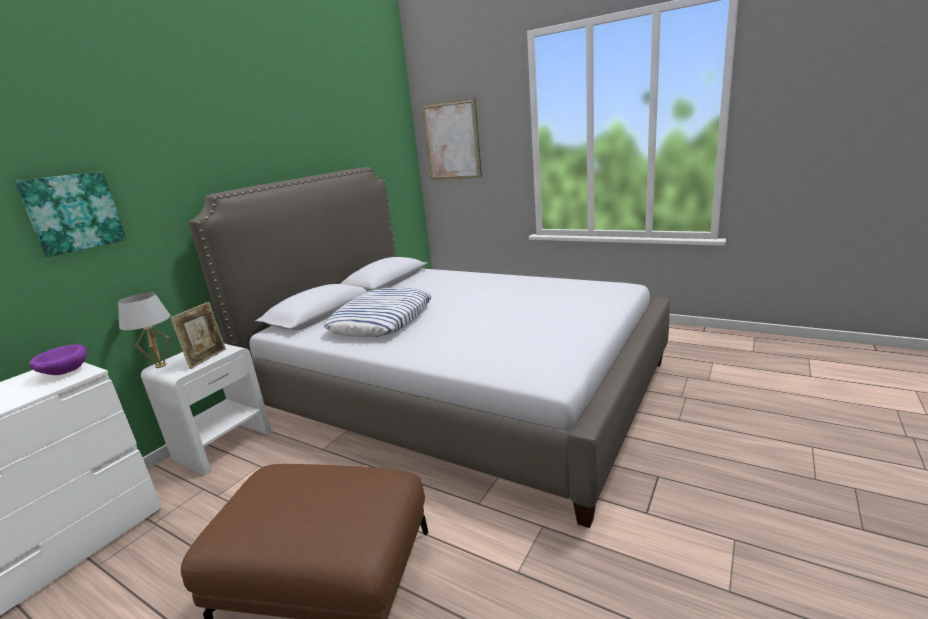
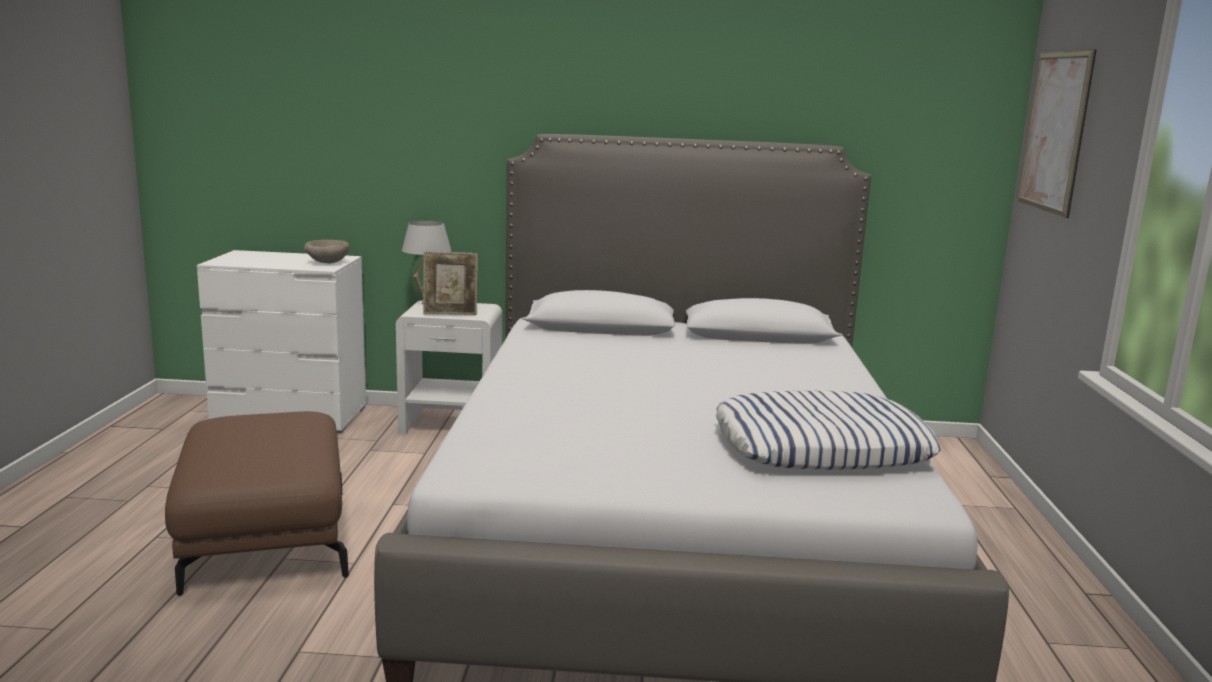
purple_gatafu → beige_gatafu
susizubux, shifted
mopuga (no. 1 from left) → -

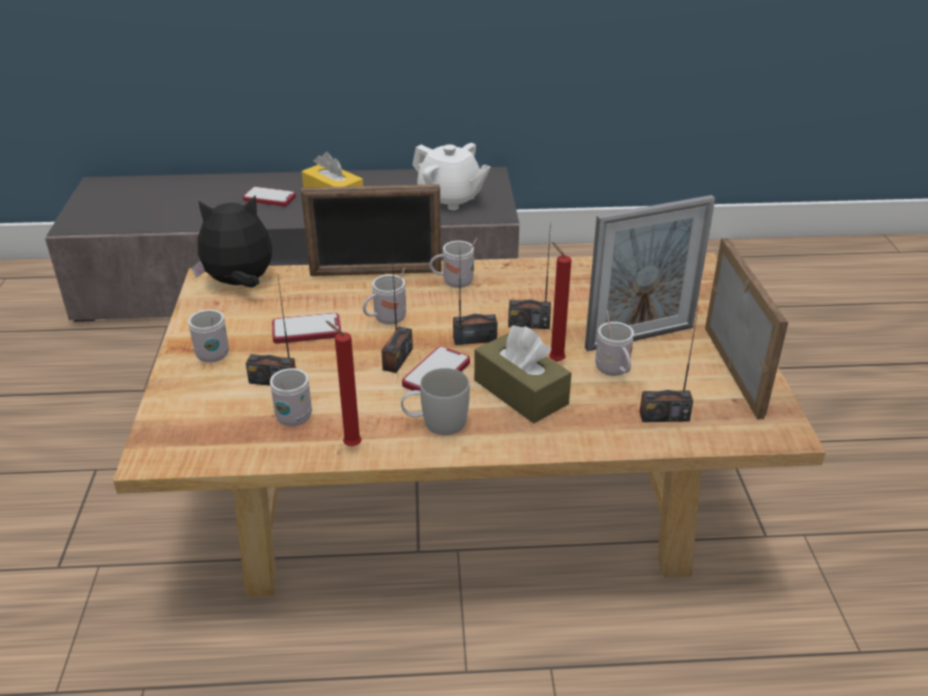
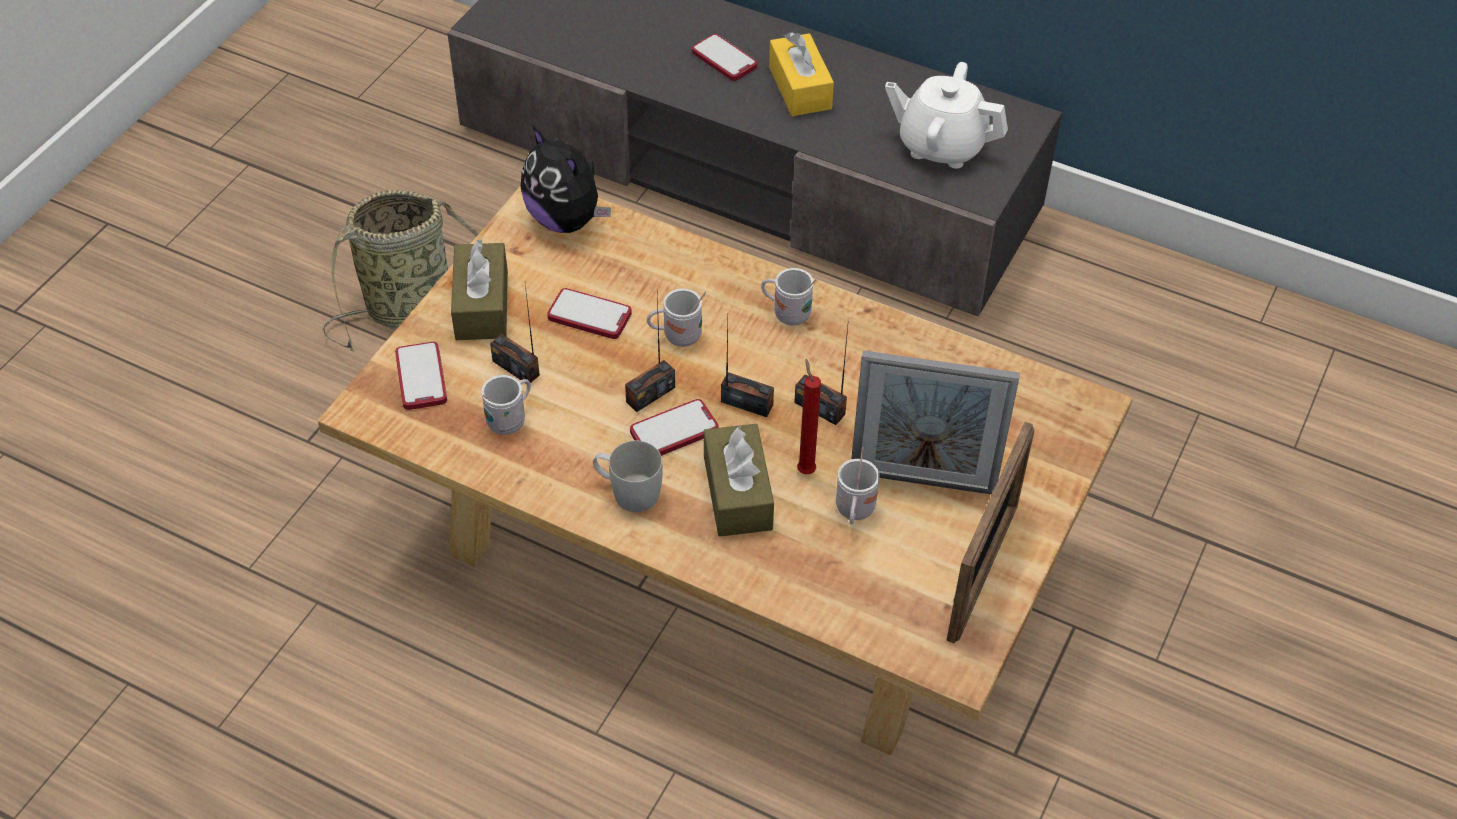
- → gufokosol
- → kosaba (no. 1 from left)
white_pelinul (no. 1 from left) → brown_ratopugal (no. 1 from left)
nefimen, 150 degrees counterclockwise
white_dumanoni, 135 degrees clockwise
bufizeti (no. 1 from left) → -
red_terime (no. 1 from left) → -
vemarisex (no. 5 from left) → -

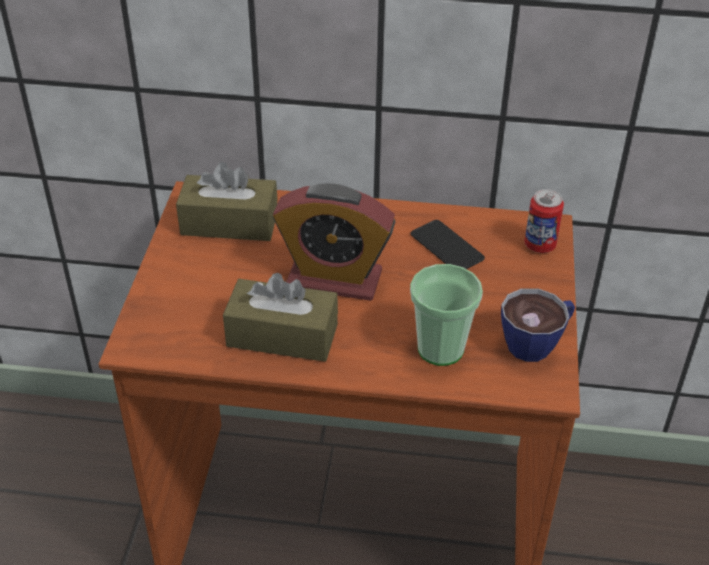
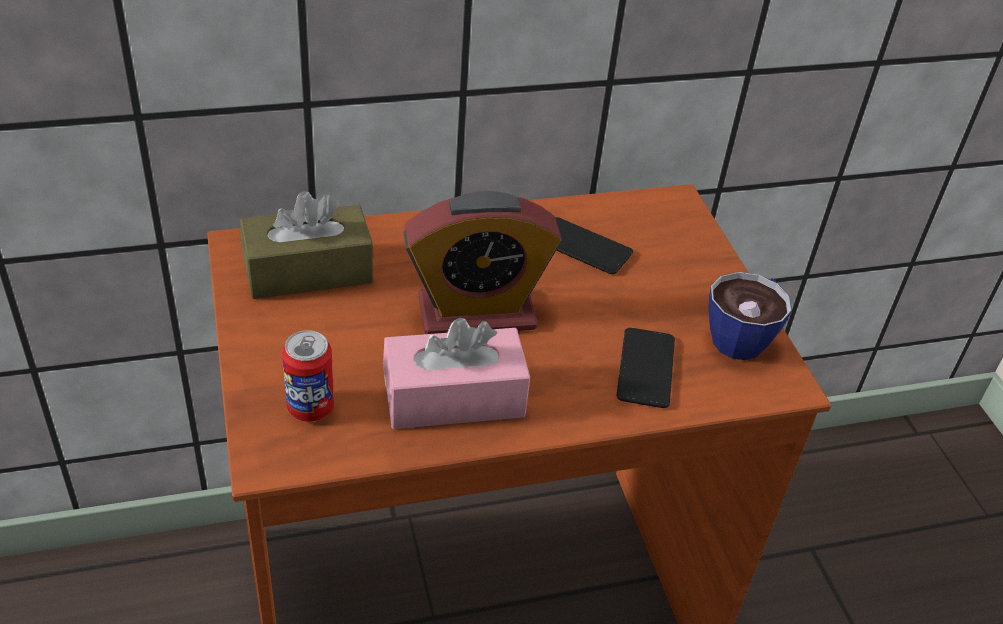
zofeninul, shifted
brown_ratopugal (no. 2 from left) → pink_ratopugal
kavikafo (no. 1 from left) → kosaba (no. 2 from left)

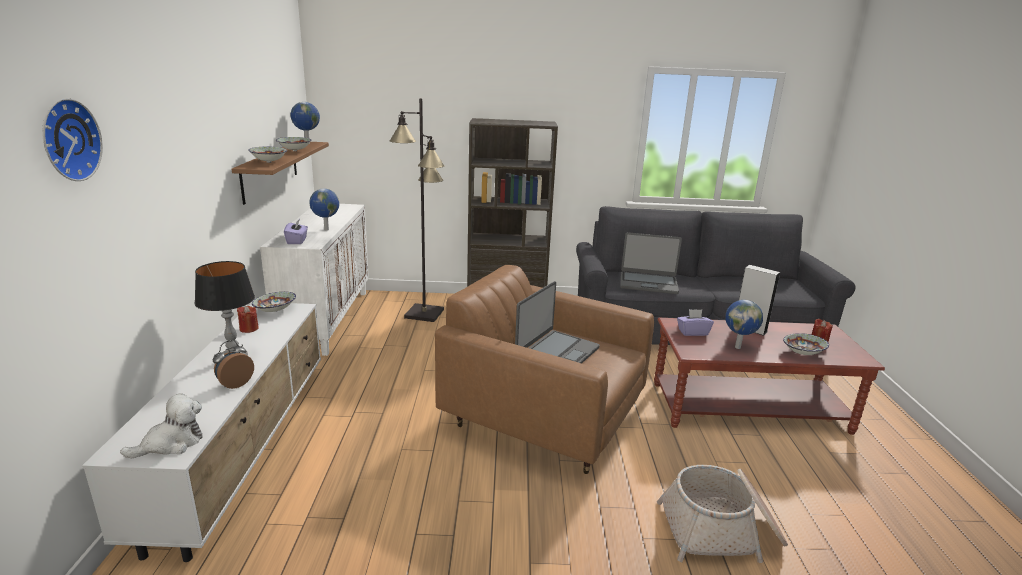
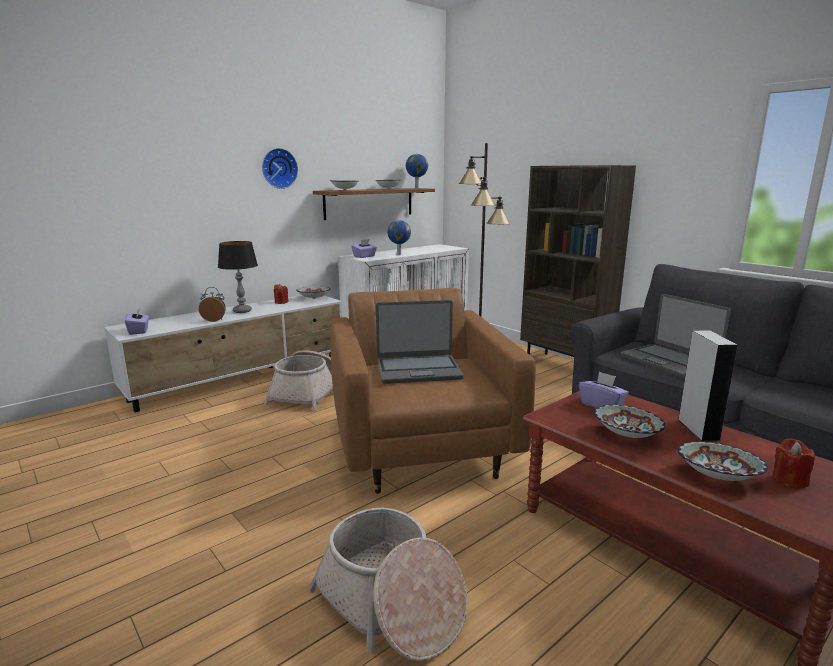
nefimen → purple_ratopugal (no. 1 from left)
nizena, shifted
- → gufokosol (no. 1 from left)
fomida (no. 3 from left) → gatafu (no. 4 from left)

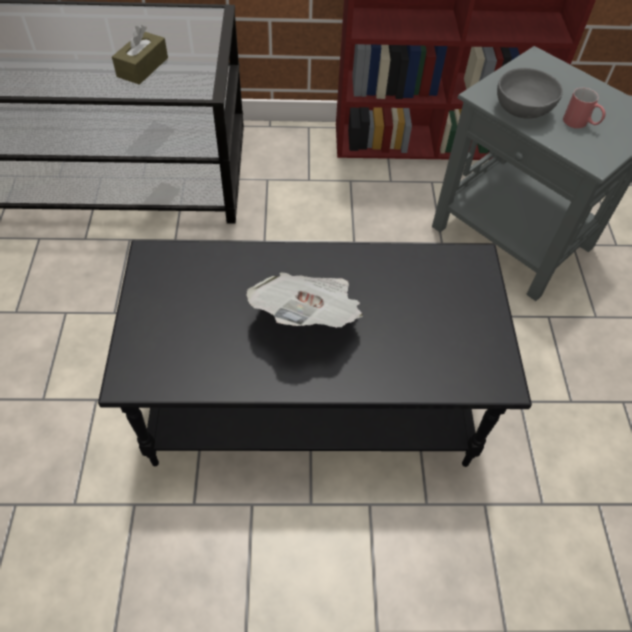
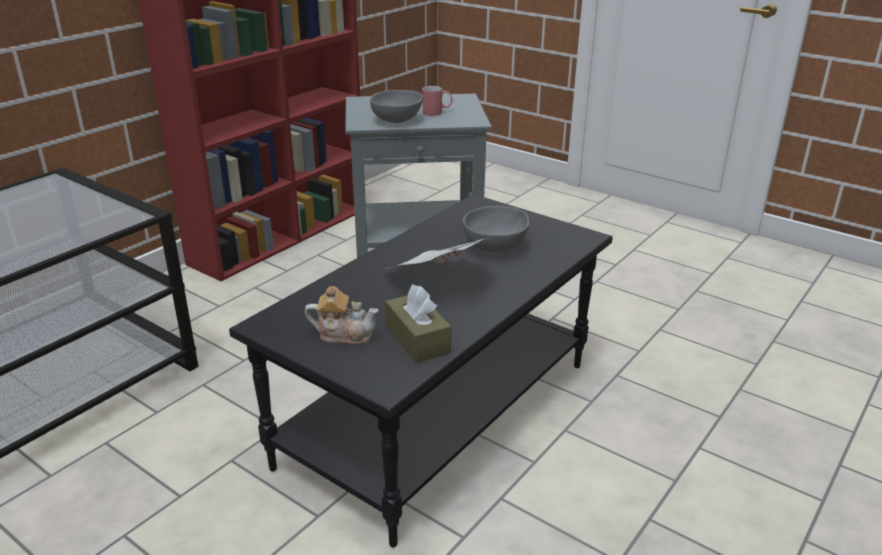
- → dumanoni
brown_ratopugal, shifted
- → grey_gatafu (no. 2 from left)

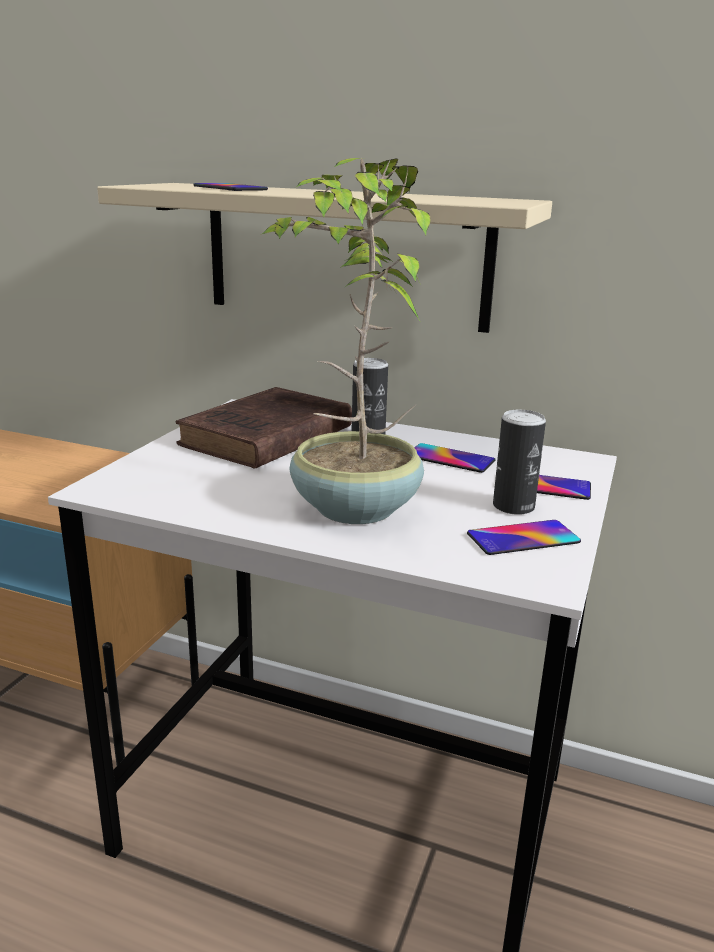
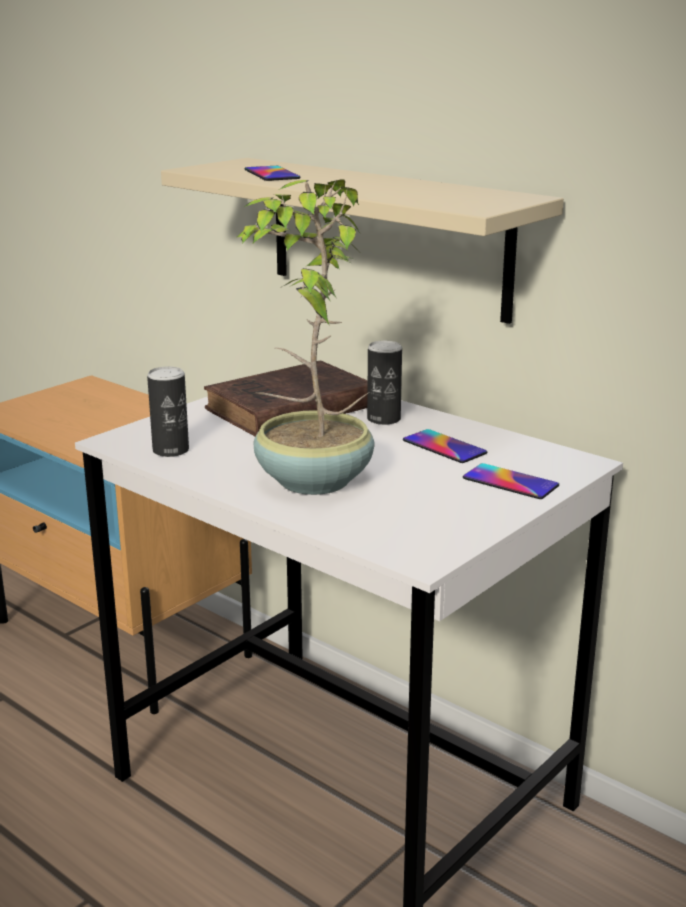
zofeninul (no. 2 from left in the first image) → zofeninul (no. 1 from left), shifted
kosaba (no. 3 from left) → -

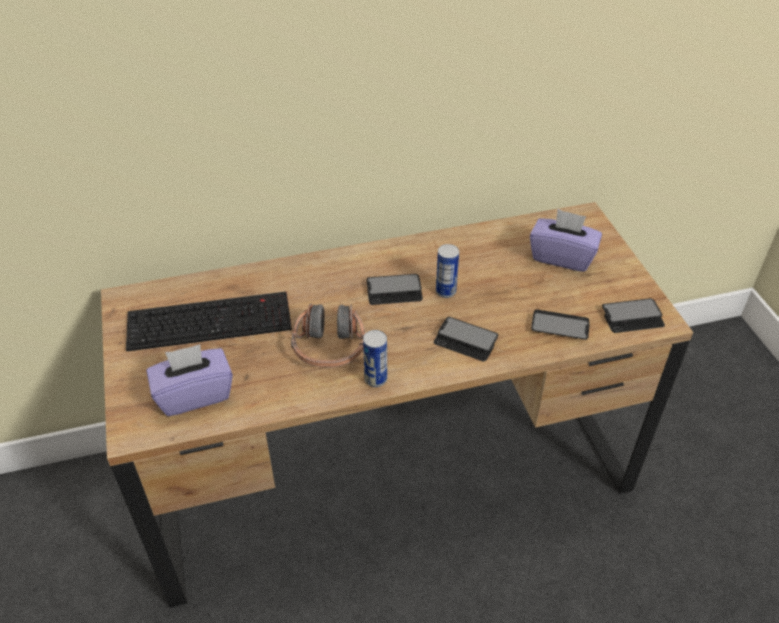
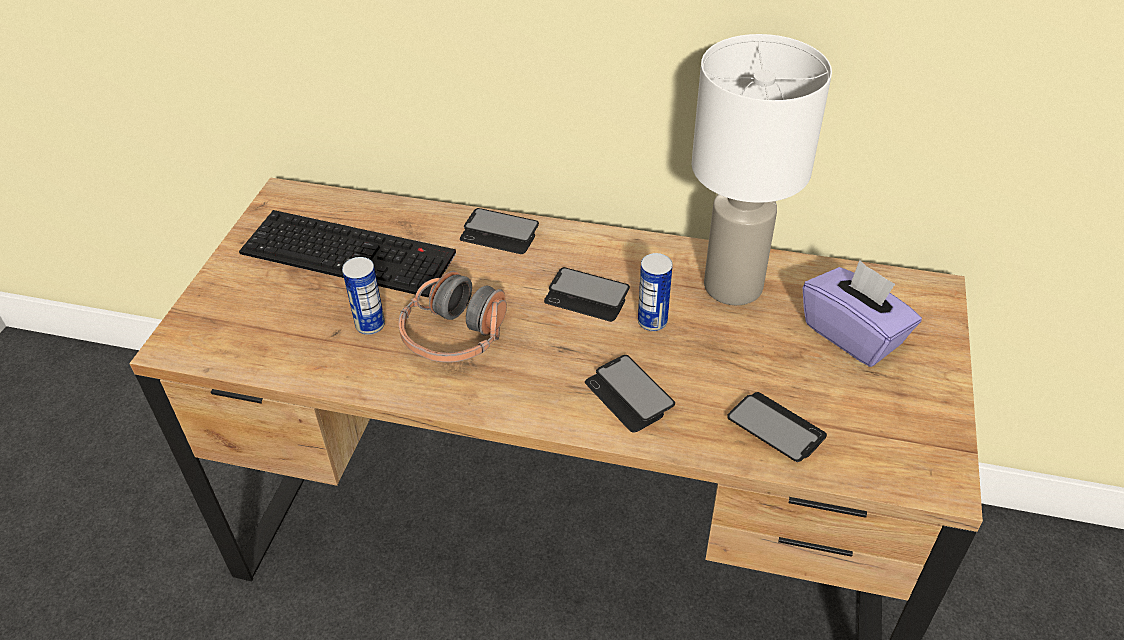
zofeninul (no. 1 from left), shifted
kosaba (no. 4 from left in the first image) → kosaba (no. 1 from left), shifted
- → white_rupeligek
purple_ratopugal (no. 1 from left) → -

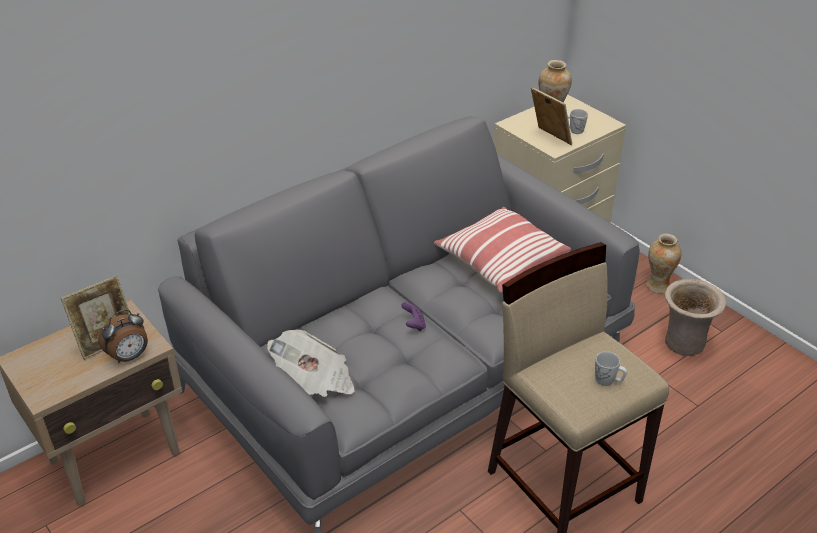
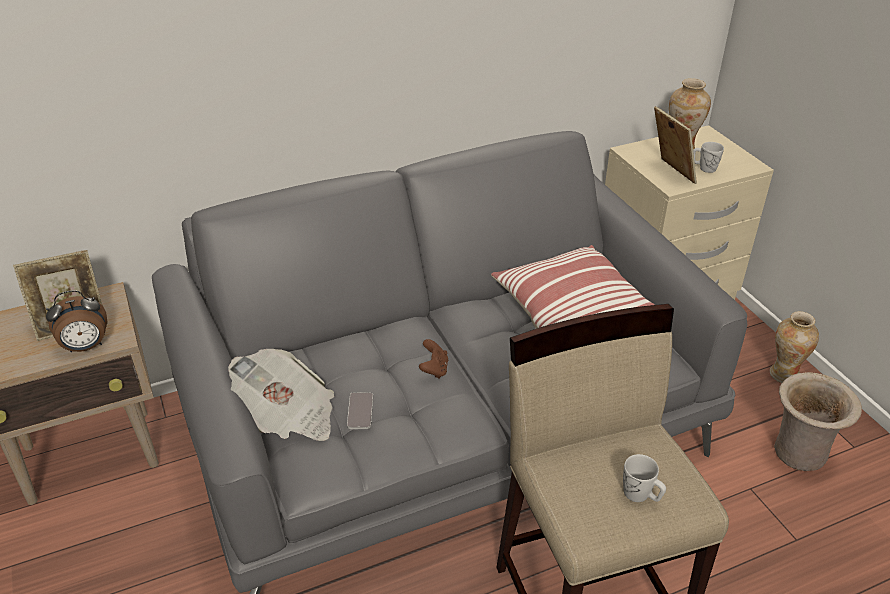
- → kosaba
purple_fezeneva → brown_fezeneva

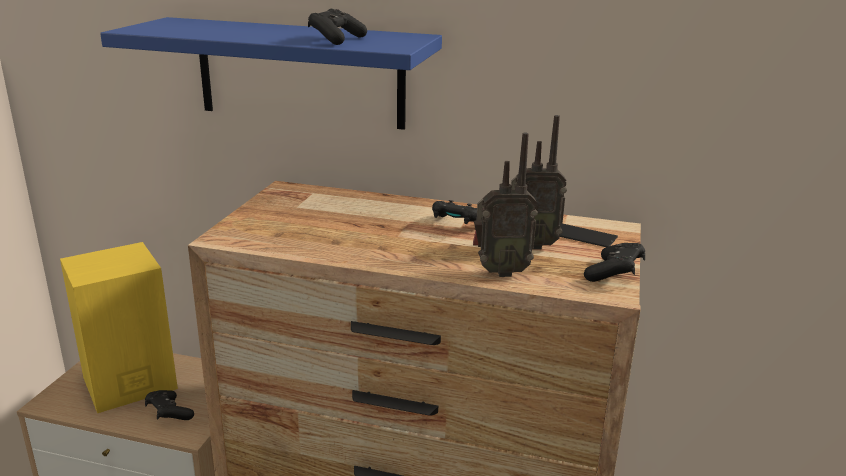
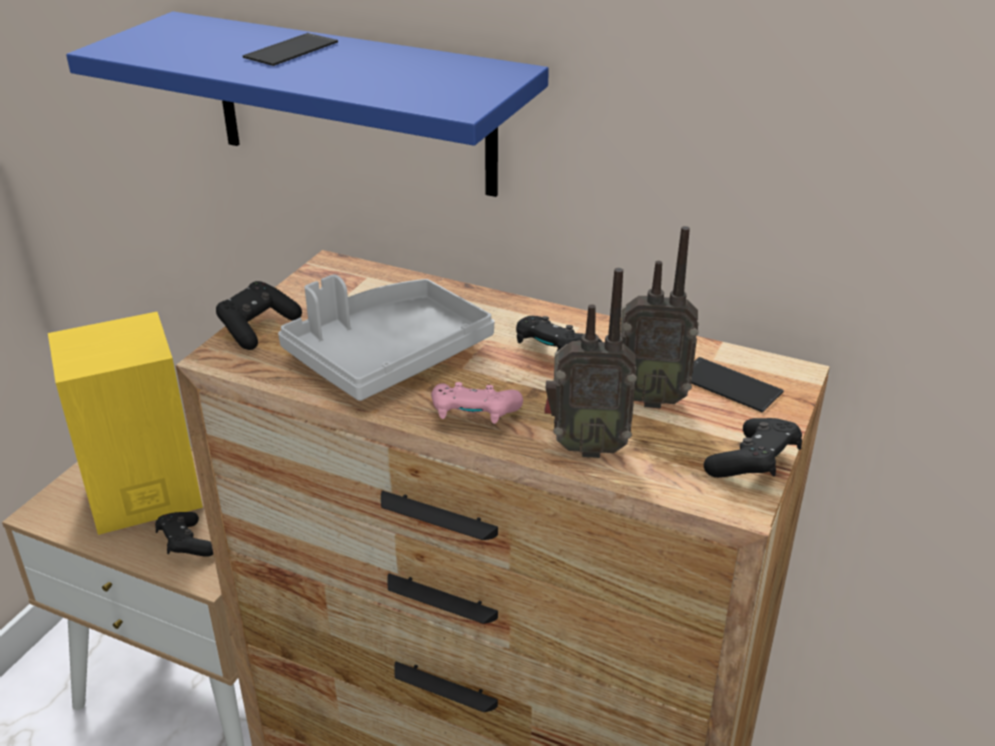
black_fezeneva (no. 2 from left), shifted
- → kosaba (no. 1 from left)
- → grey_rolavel
- → pink_fezeneva

